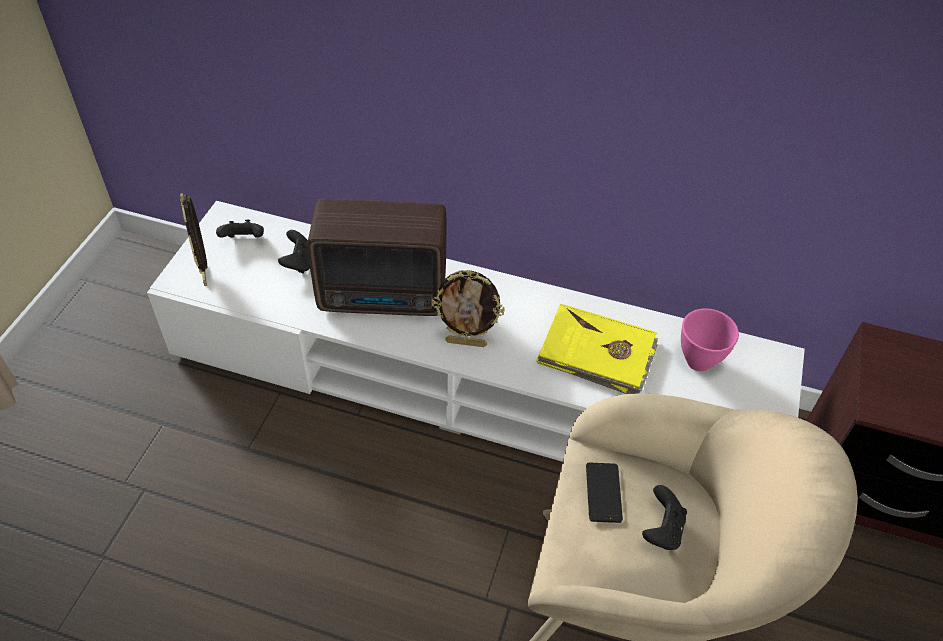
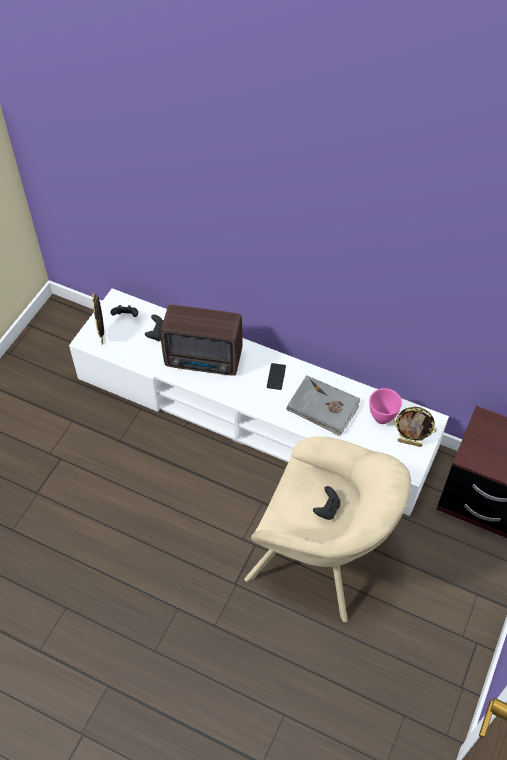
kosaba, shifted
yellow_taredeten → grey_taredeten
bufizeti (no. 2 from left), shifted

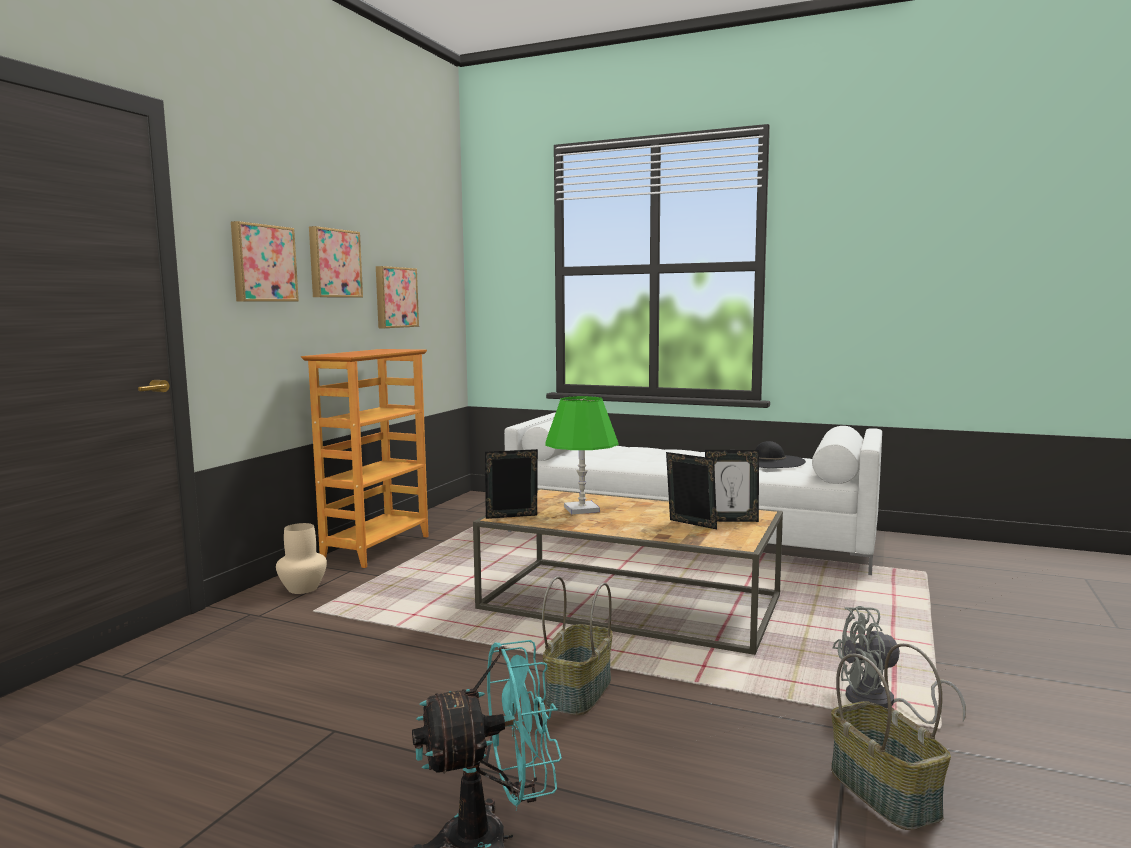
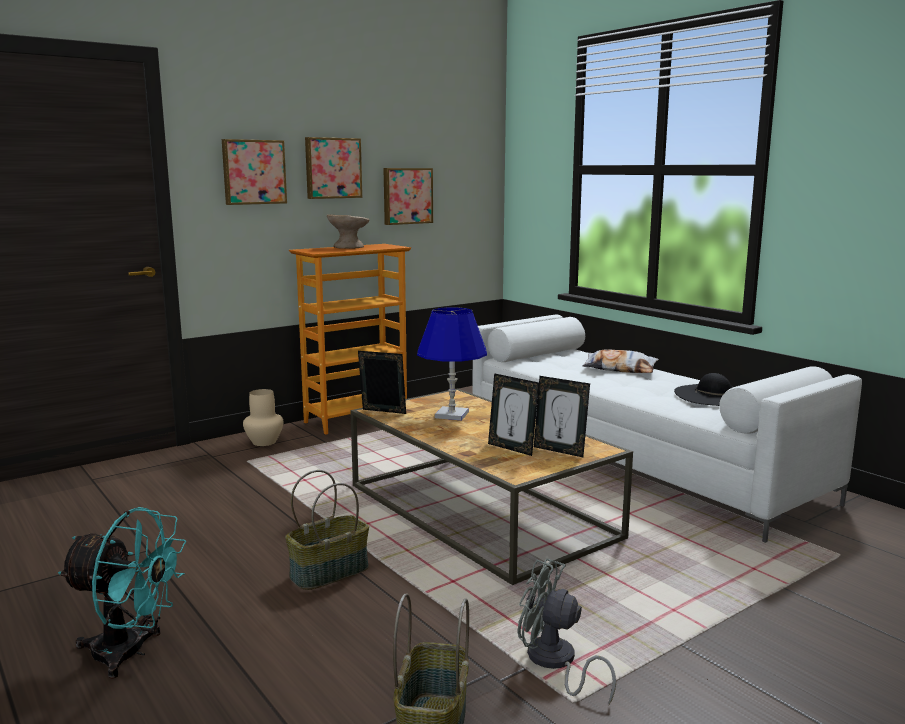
- → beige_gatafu
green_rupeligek → blue_rupeligek
bufizeti (no. 2 from left), 150 degrees clockwise
- → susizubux

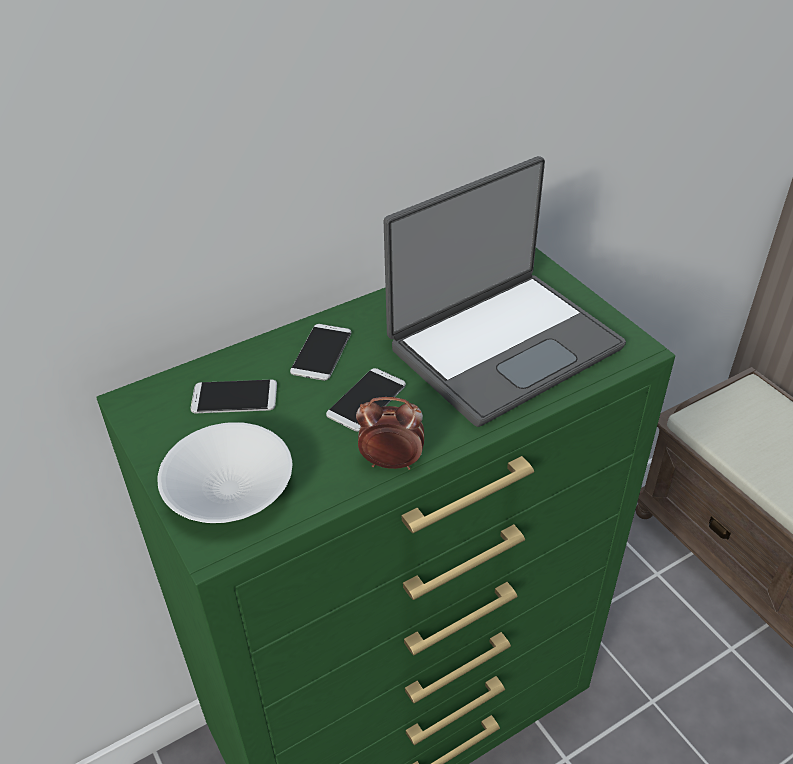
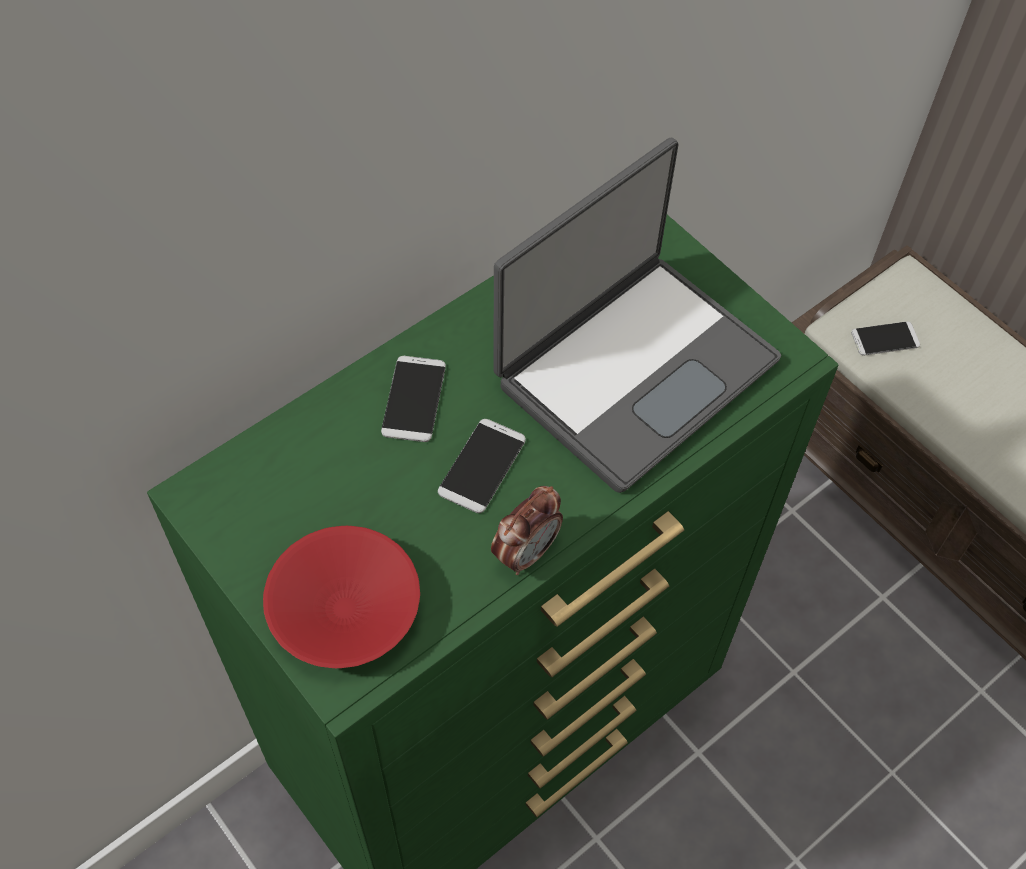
white_gatafu → red_gatafu
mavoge, 135 degrees clockwise
kosaba (no. 1 from left in the first image) → kosaba (no. 3 from left), shifted

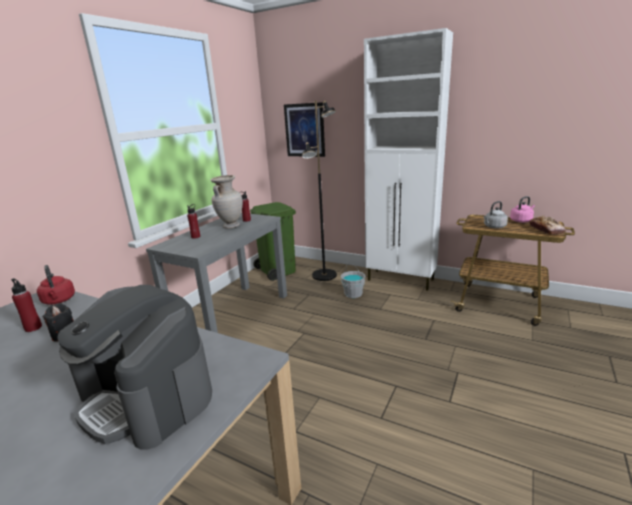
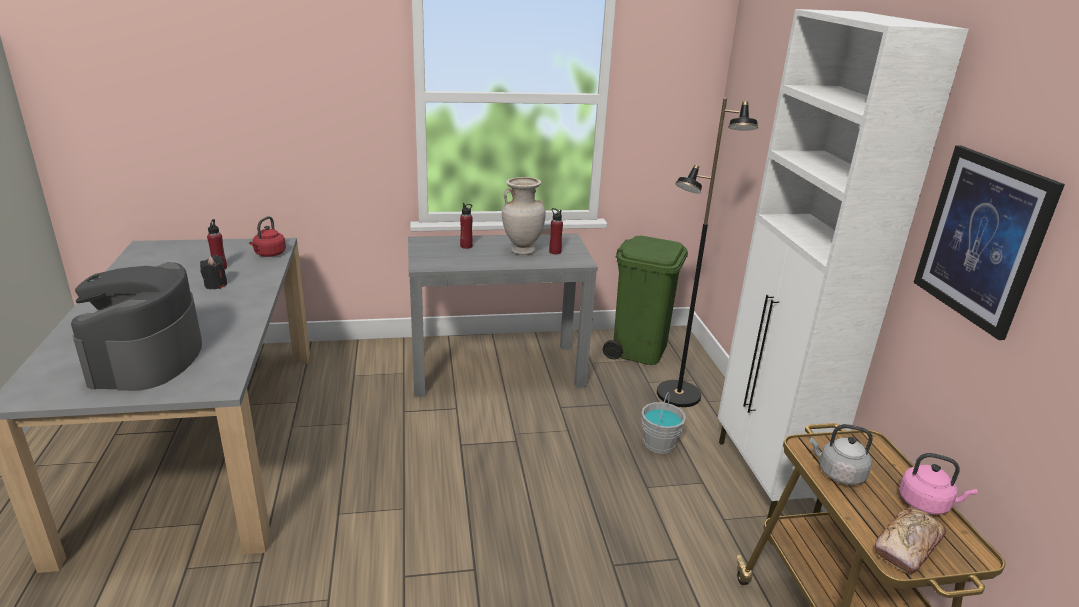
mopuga, shifted

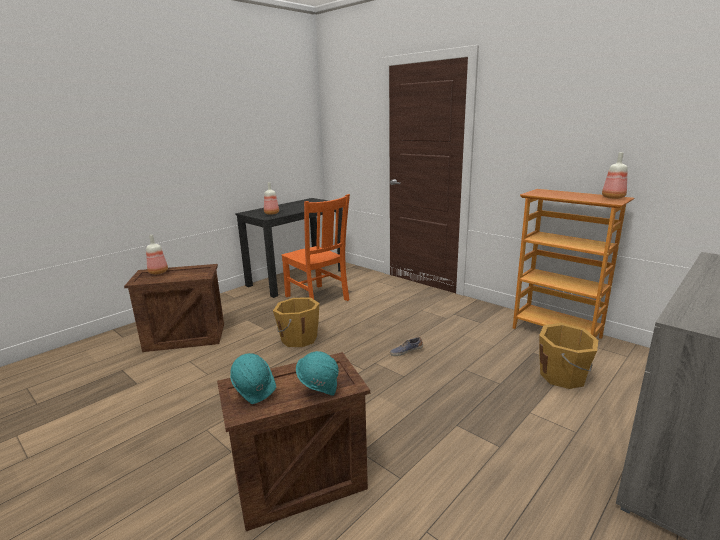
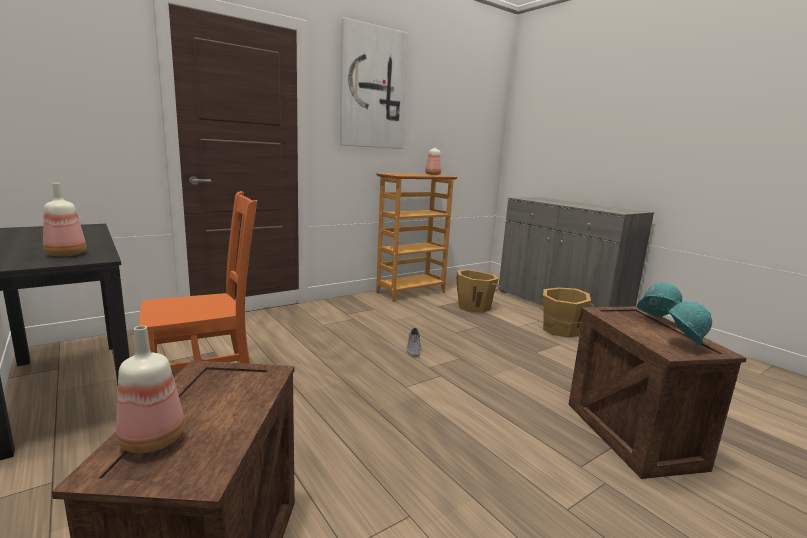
- → mopuga
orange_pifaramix (no. 1 from left in the first image) → orange_pifaramix (no. 2 from left), shifted

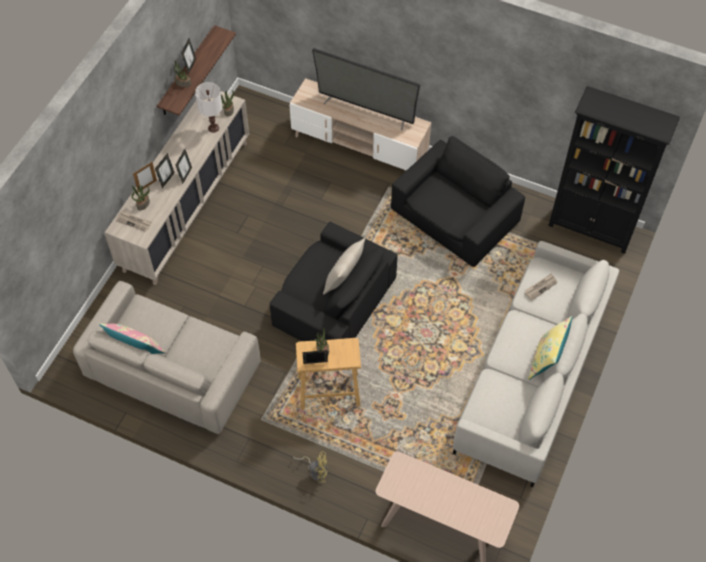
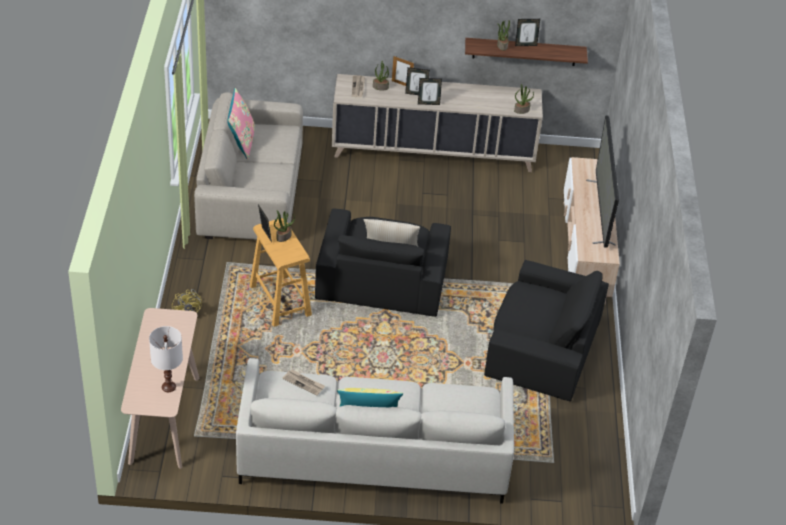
white_rupeligek, shifted
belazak (no. 2 from left in the first image) → belazak (no. 1 from left), shifted
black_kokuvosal → -

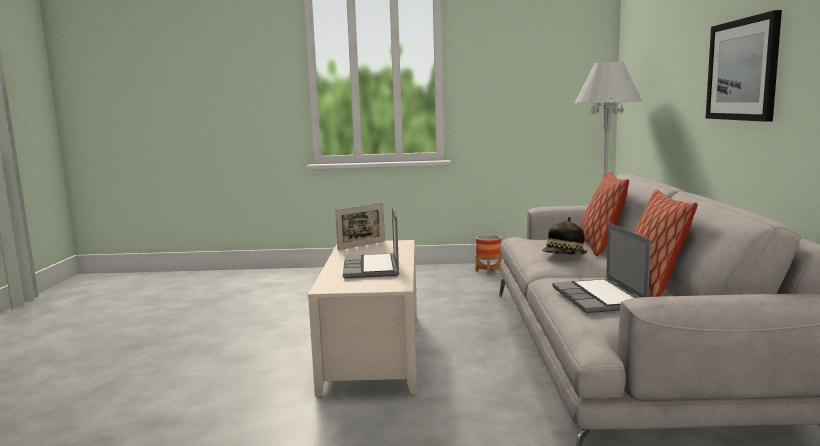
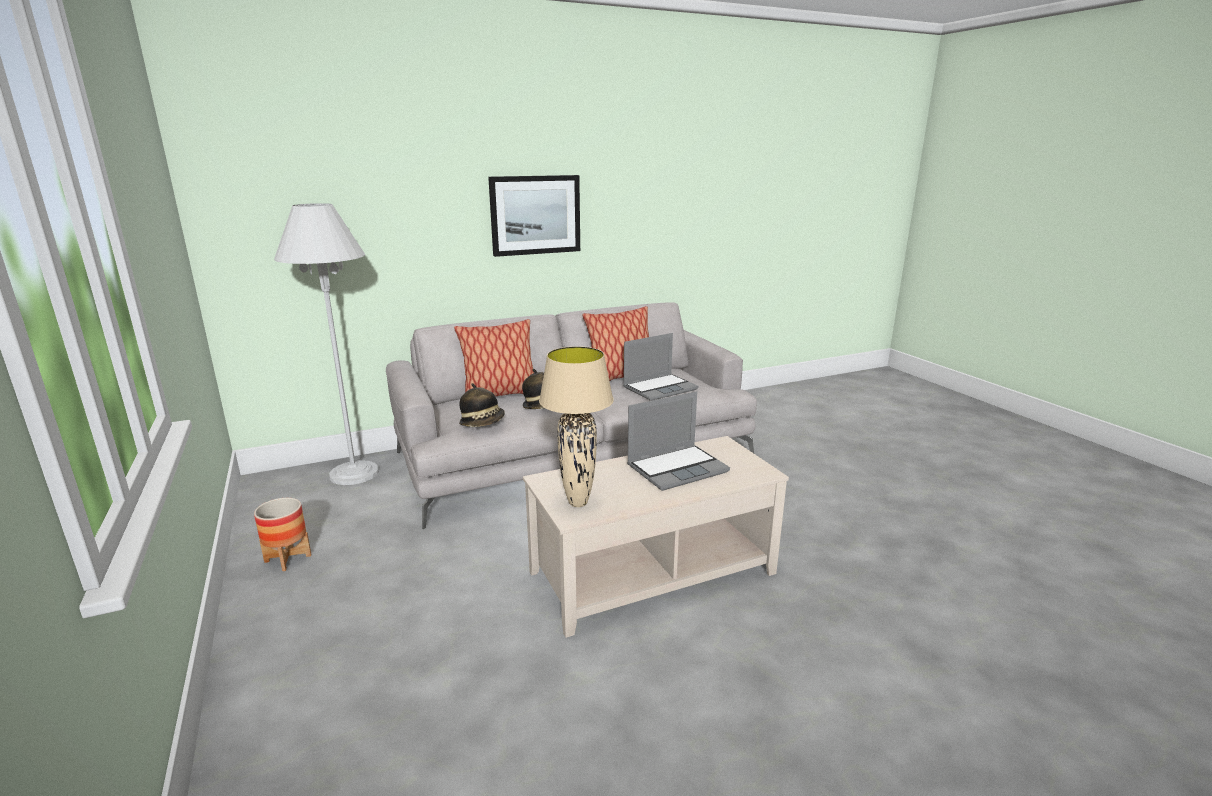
- → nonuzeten (no. 1 from left)
bufizeti → beige_rupeligek

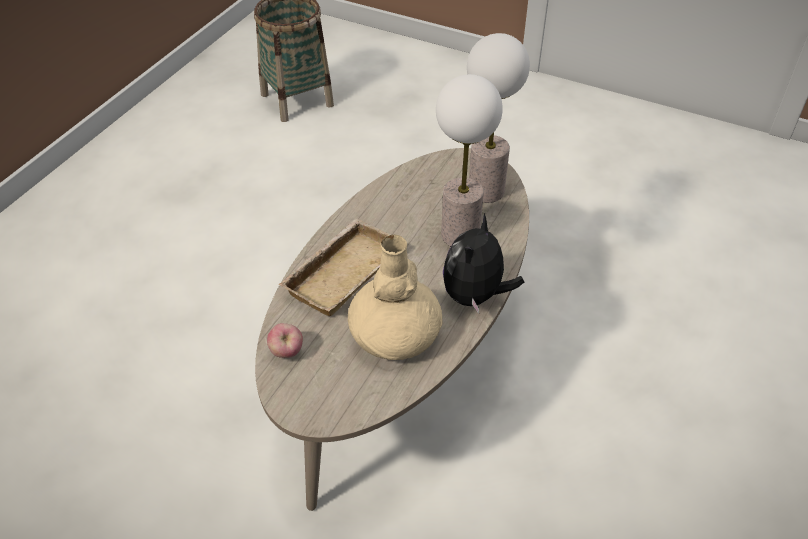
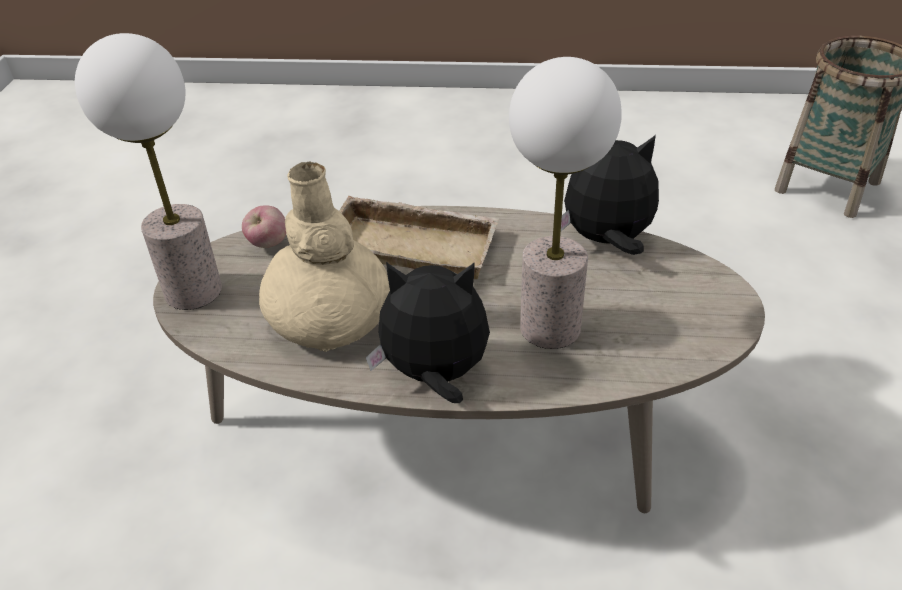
rupeligek (no. 2 from left in the first image) → rupeligek (no. 1 from left), shifted
- → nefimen (no. 2 from left)

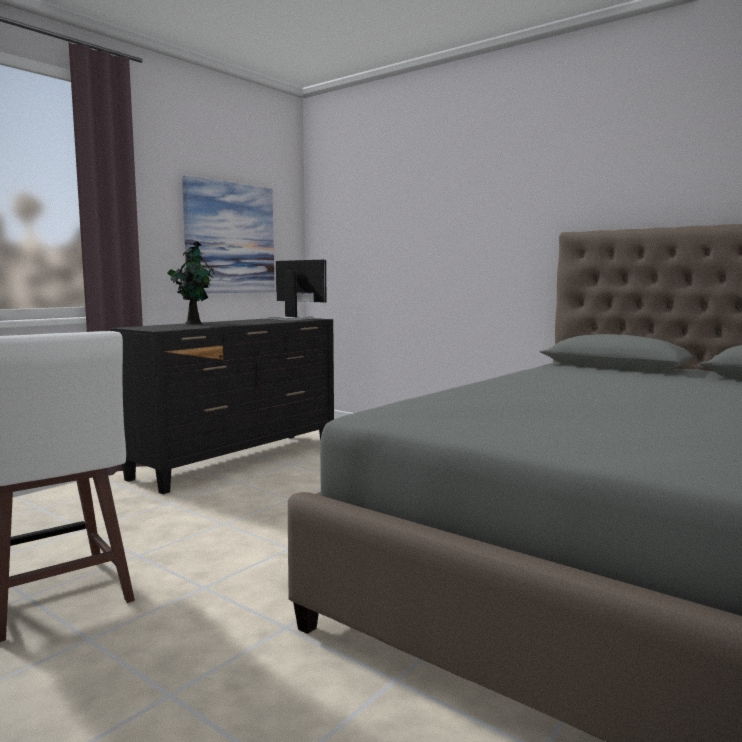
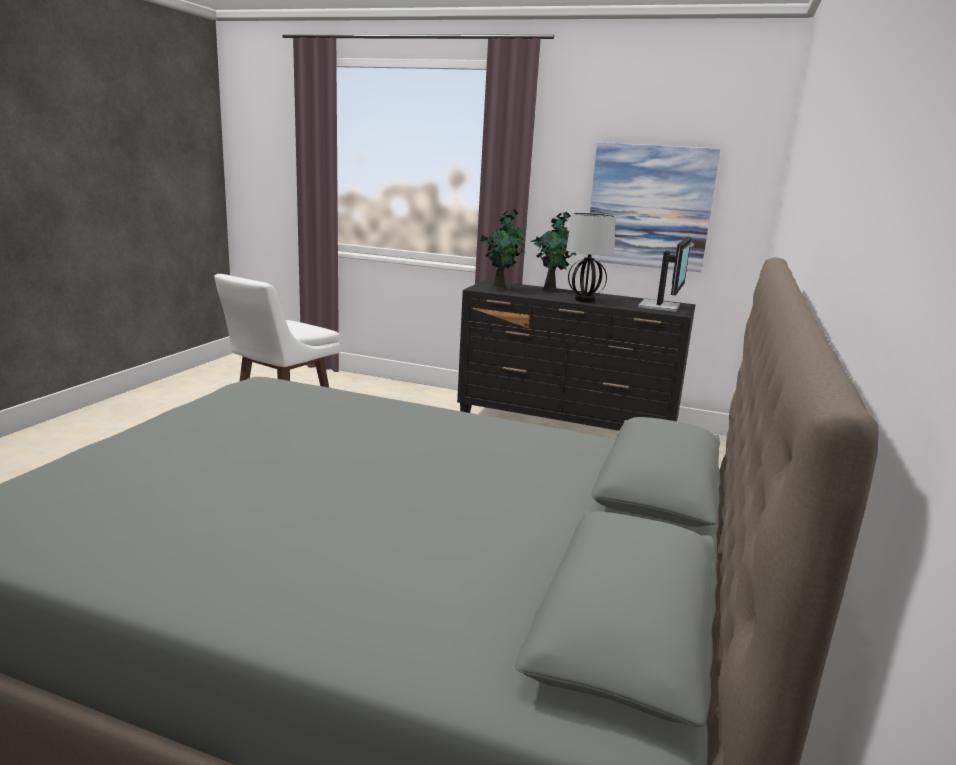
- → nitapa (no. 1 from left)
- → rupeligek

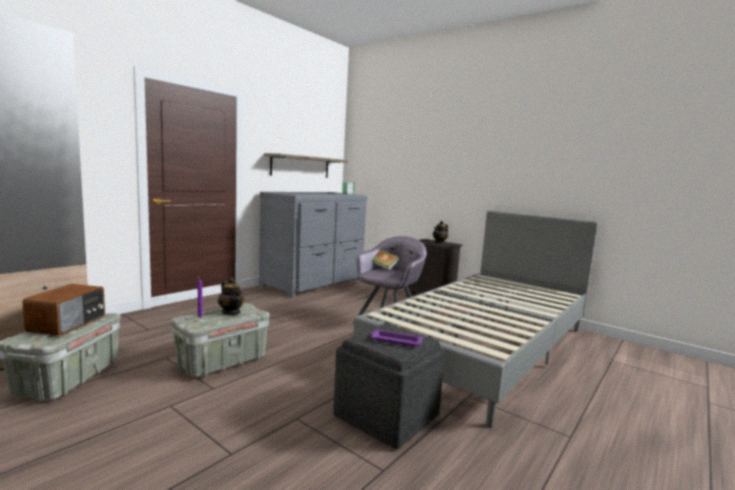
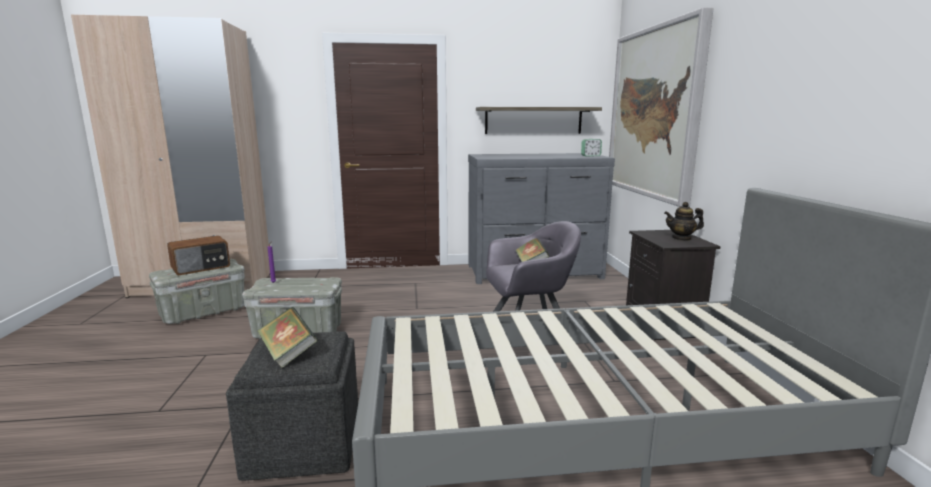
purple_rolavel → taredeten (no. 1 from left)
- → mopuga
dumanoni (no. 1 from left) → -

